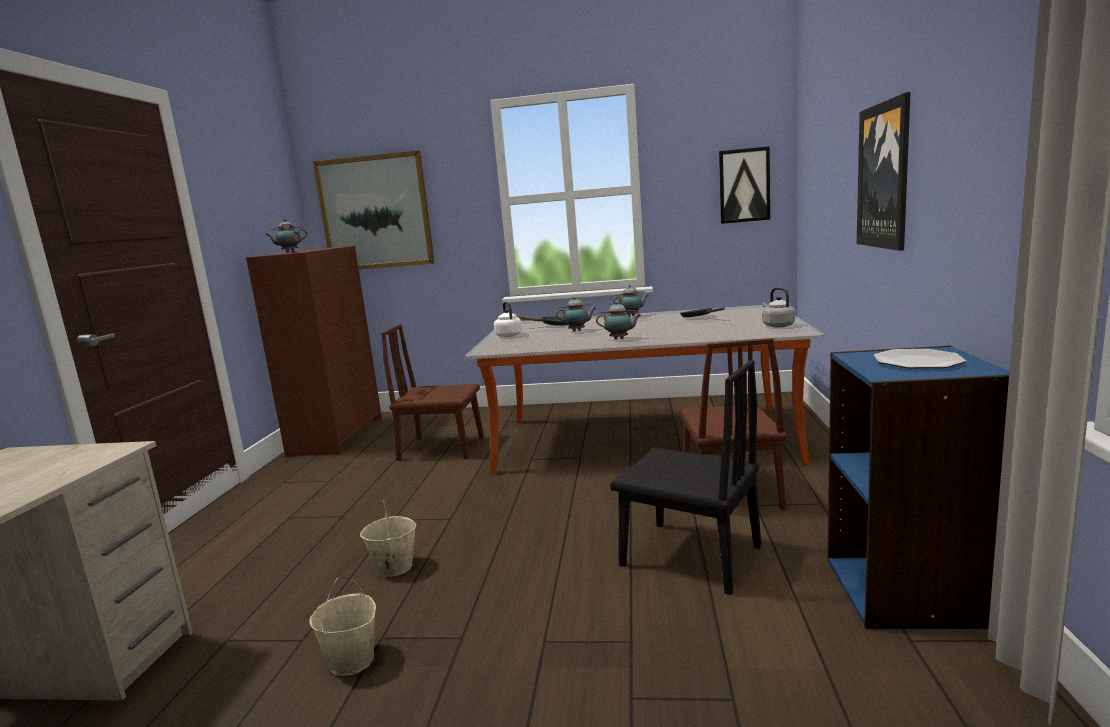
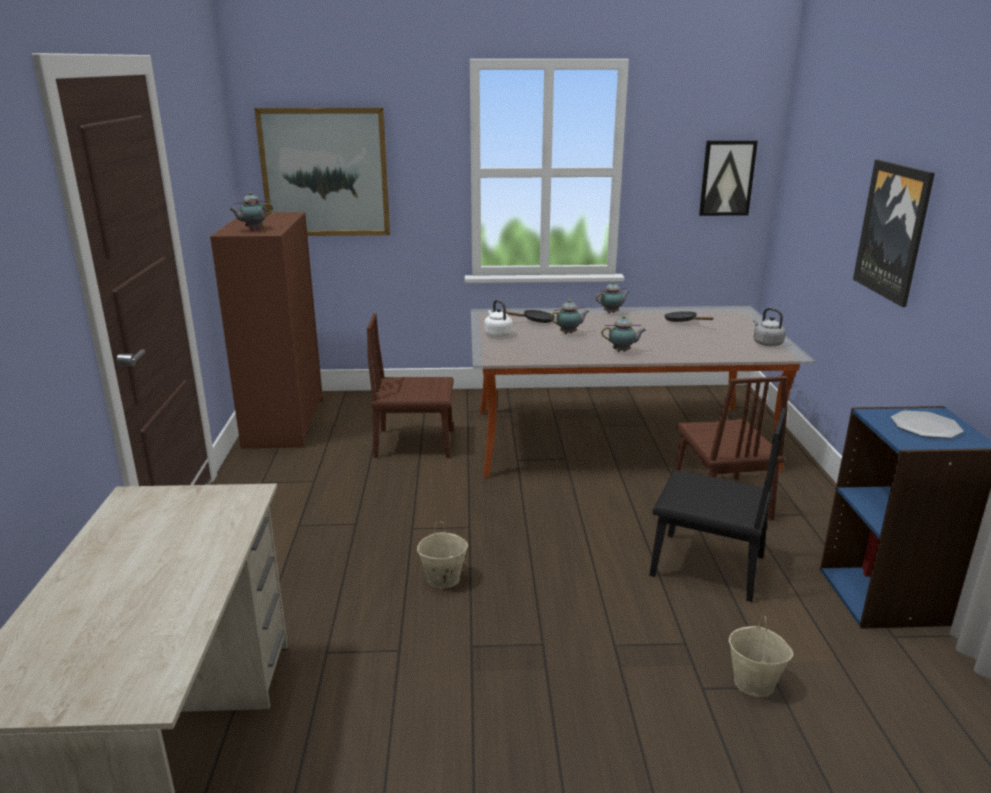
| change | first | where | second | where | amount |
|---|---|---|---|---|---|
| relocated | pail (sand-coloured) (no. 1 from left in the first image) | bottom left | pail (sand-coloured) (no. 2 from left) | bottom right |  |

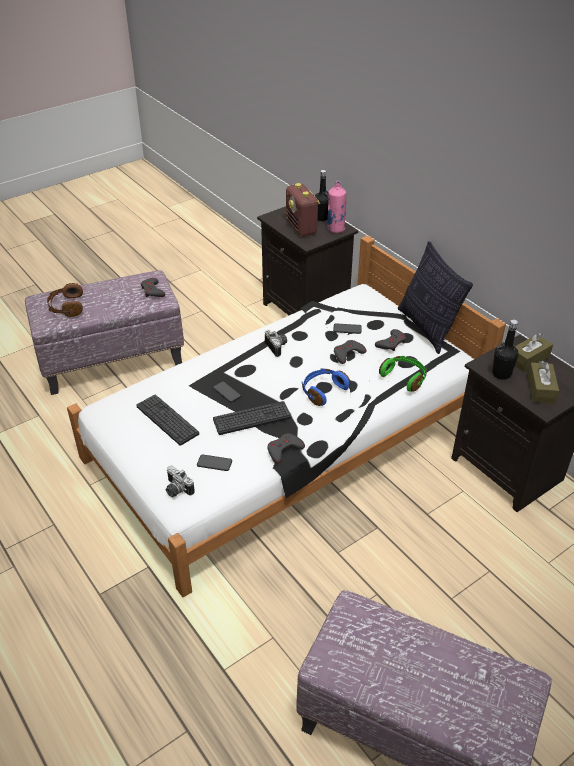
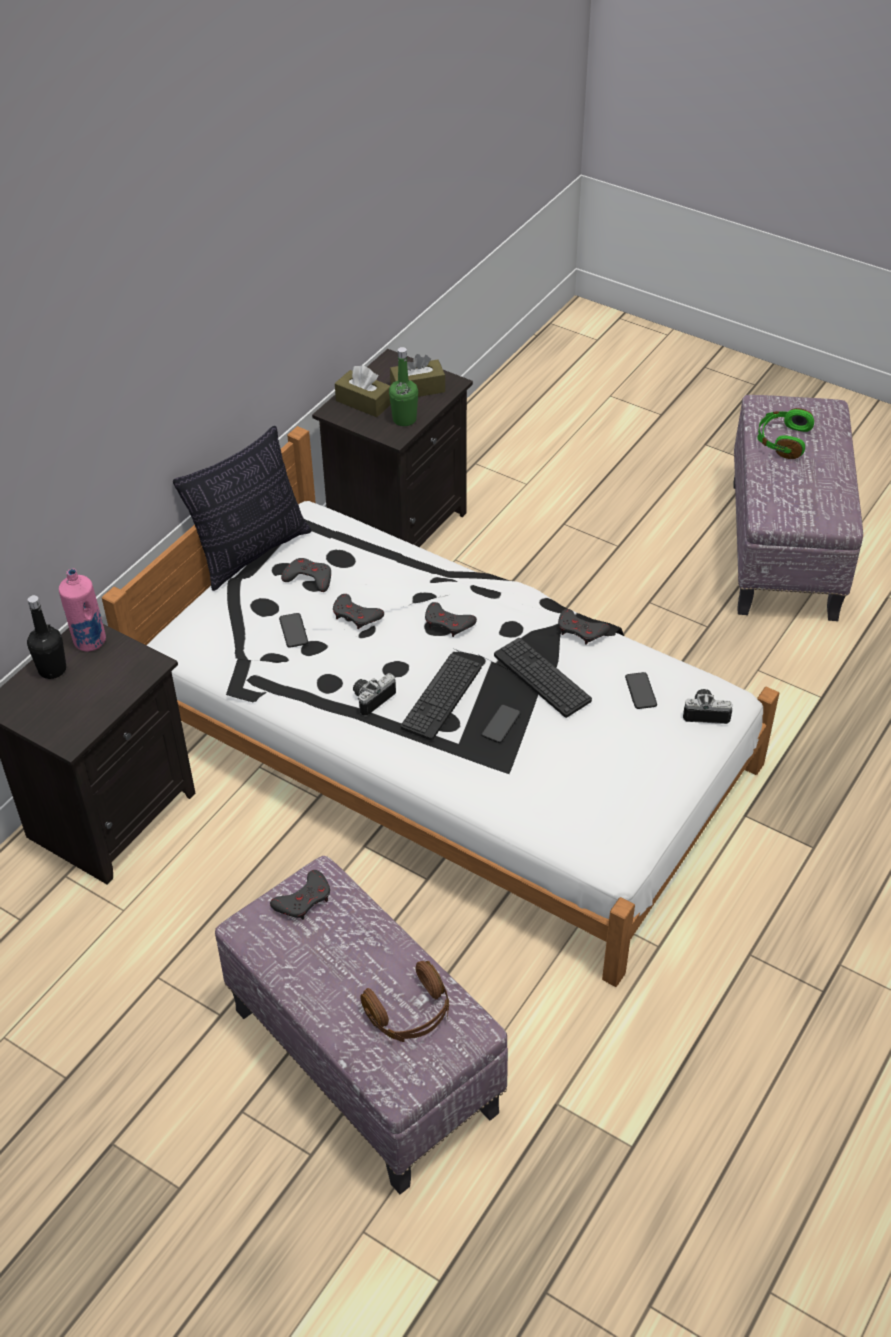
| change | first | where | second | where | amount |
|---|---|---|---|---|---|
| missing | radio | top centre |  |  |  |
| relocated | computer keyboard (no. 1 from left) | middle left |  | centre |  |
| relocated | headphones (greenish) | middle right |  | top right |  |
| exchanged | headphones (blue) | centre | game controller (greyish) (no. 4 from left) | centre |  |
| colour | bottle (black) (no. 2 from left) | middle right | bottle (greenish) | top centre |  |
| spun | photo camera (no. 1 from left in the first image) | middle left | photo camera (no. 2 from left) | middle right | 105 degrees counterclockwise |

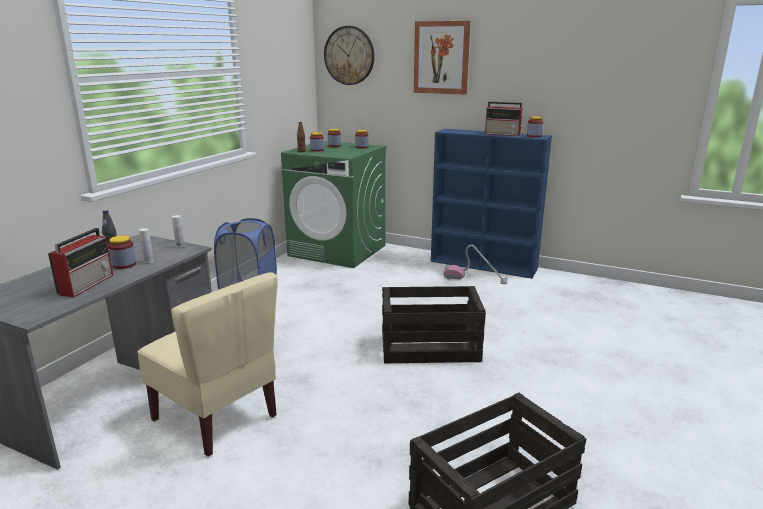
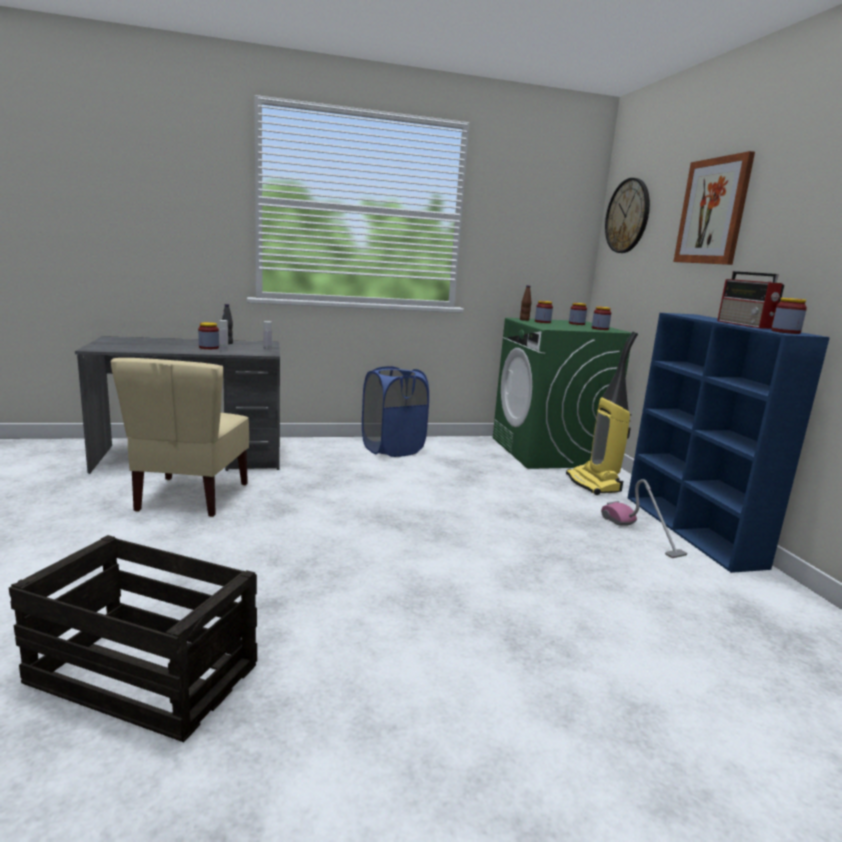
| change | first | where | second | where | amount |
|---|---|---|---|---|---|
| missing | radio (no. 1 from left) | middle left |  |  |  |
| missing | crate (no. 1 from left) | centre |  |  |  |
| appeared |  |  | vacuum cleaner (no. 1 from left) | middle right |  |

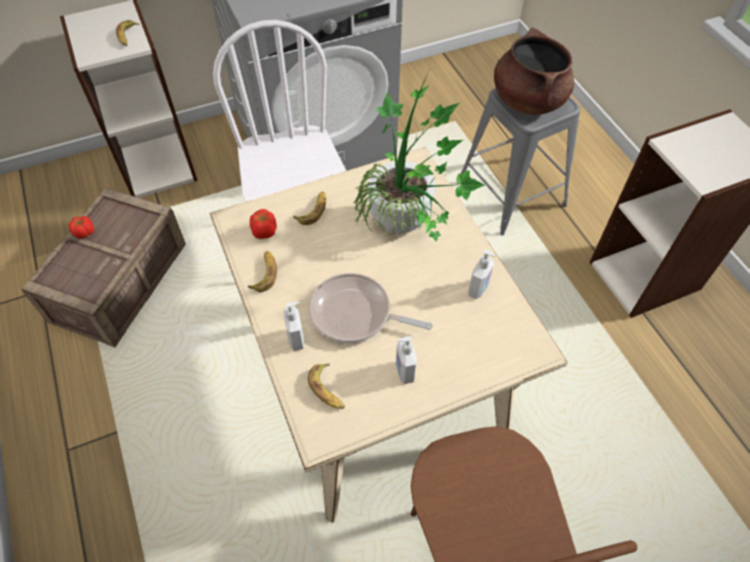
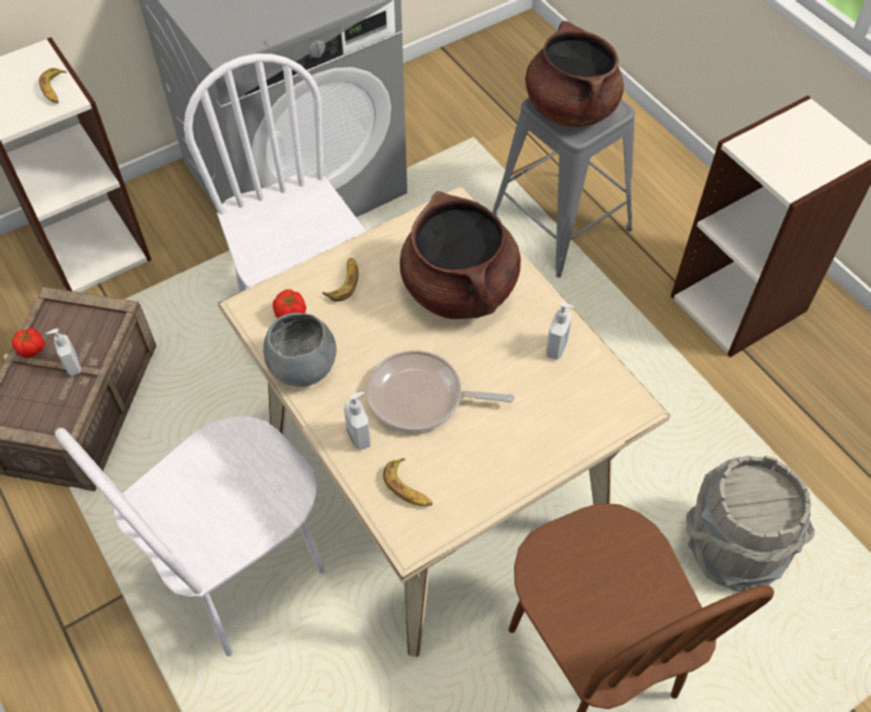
| change | first | where | second | where | amount |
|---|---|---|---|---|---|
| appeared |  |  | chair (white-coloured) (no. 1 from left) | bottom left |  |
| appeared |  |  | pail (greyish) | bottom right |  |
| relocated | soap bottle (no. 2 from left in the first image) | centre | soap bottle (no. 1 from left) | middle left |  |
| exchanged | banana (no. 2 from left) | centre | deep dish (greyish) | centre |  |
| exchanged | potted plant | top centre | stockpot (brownish) (no. 1 from left) | centre |  |

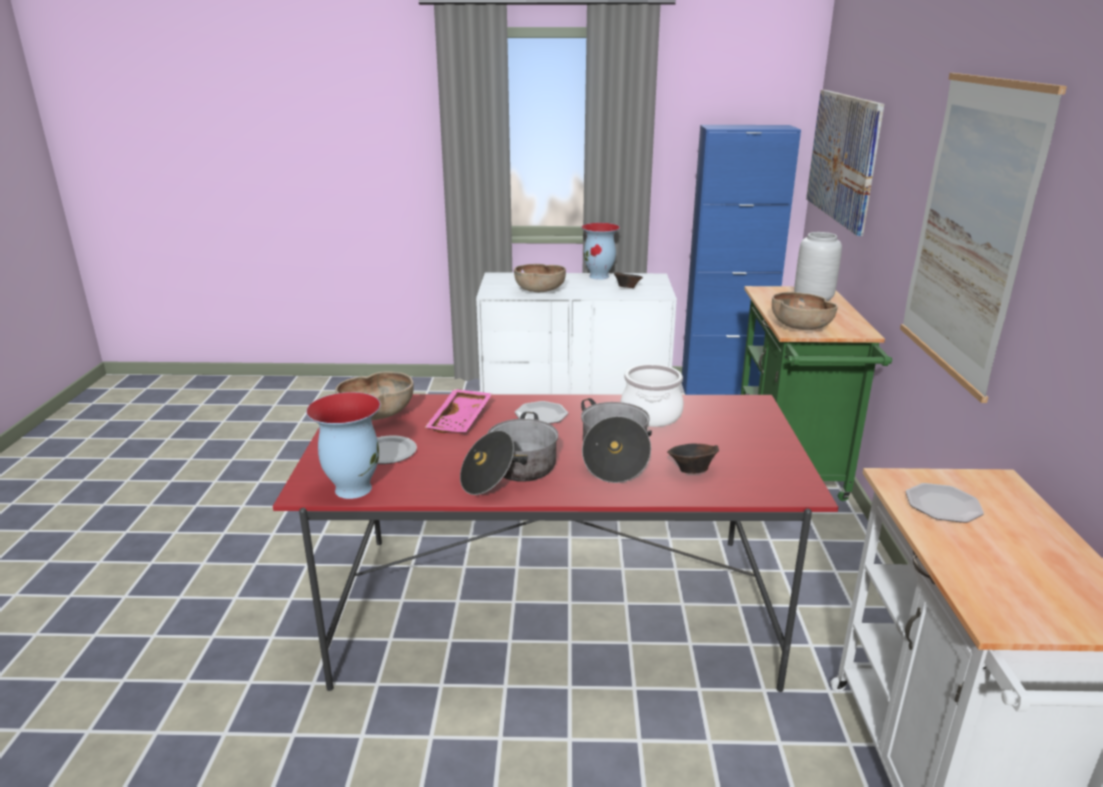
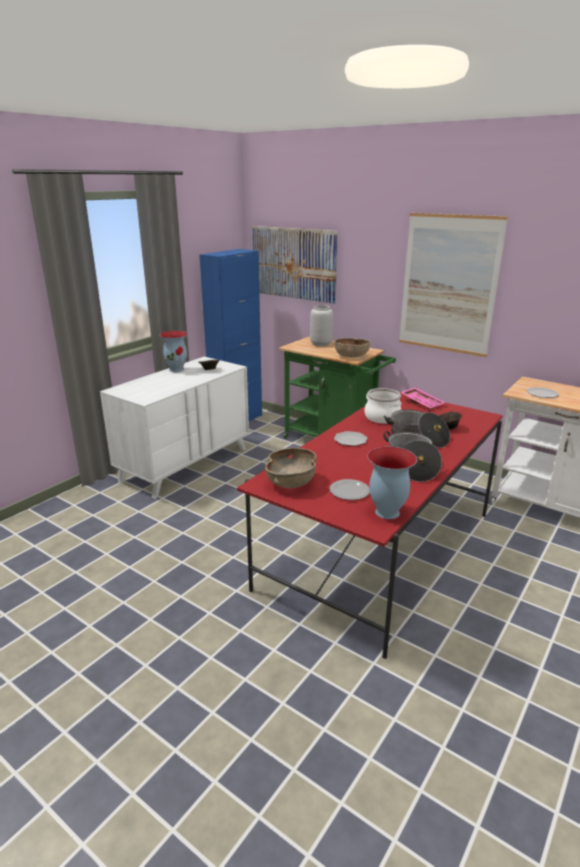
| change | first | where | second | where | amount |
|---|---|---|---|---|---|
| missing | deep dish (brownish) (no. 2 from left) | centre |  |  |  |
| relocated | serving tray (pink) | centre |  | middle right |  |

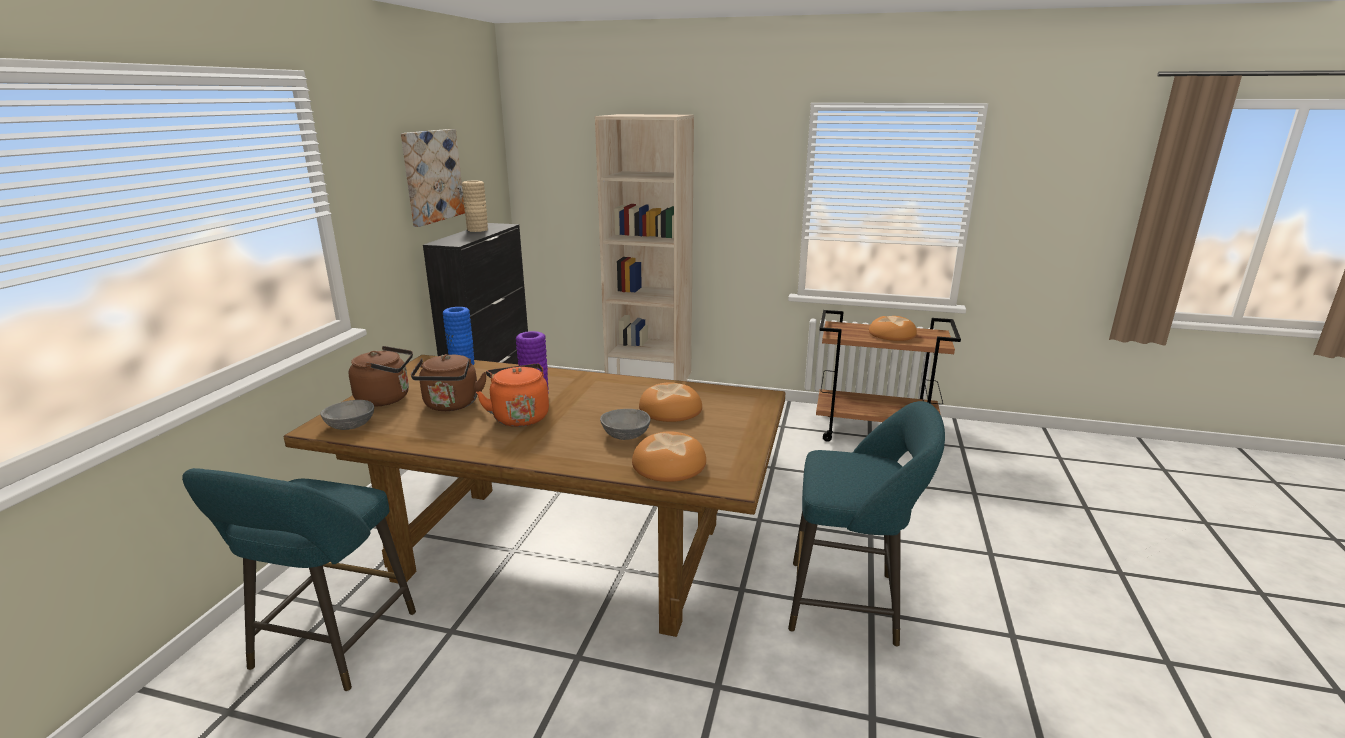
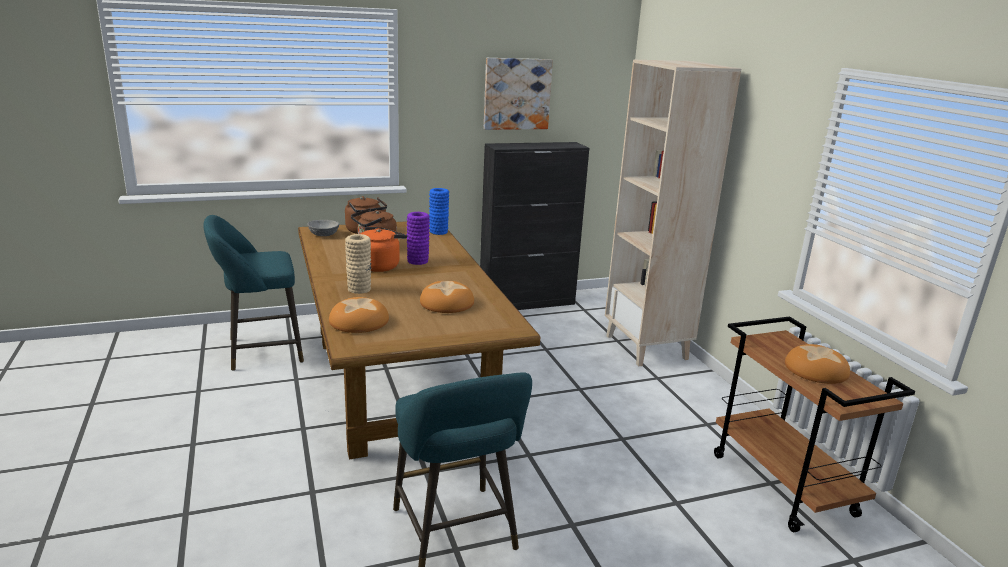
| change | first | where | second | where | amount |
|---|---|---|---|---|---|
| missing | deep dish (greyish) (no. 2 from left) | centre |  |  |  |
| relocated | decorative vase (sand-coloured) | top centre |  | centre |  |

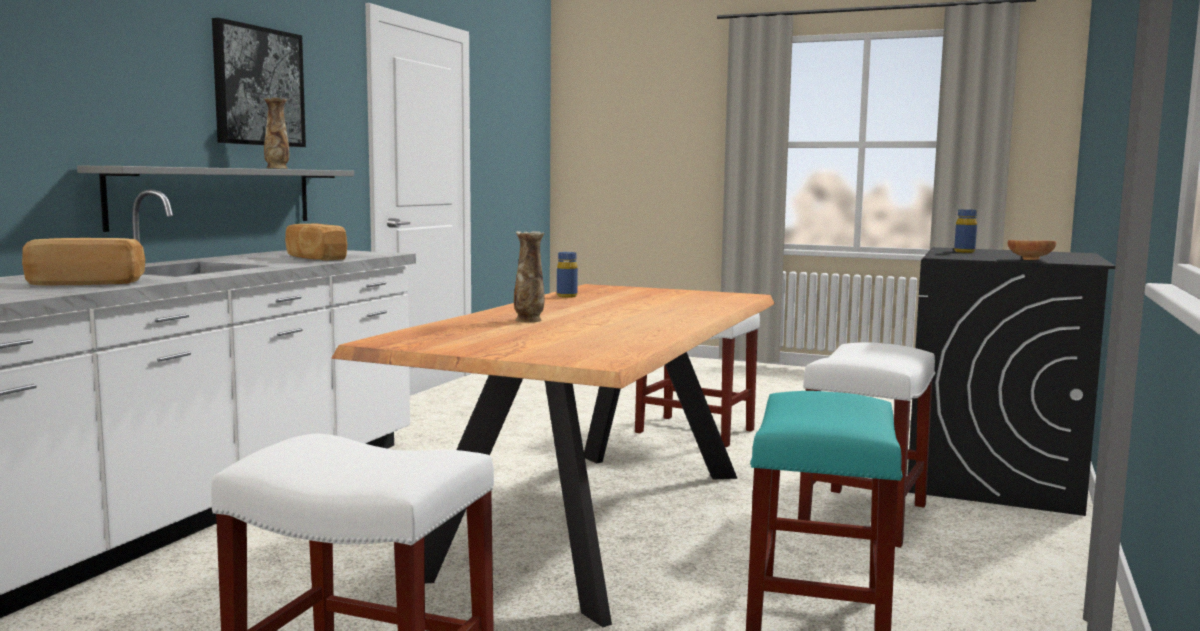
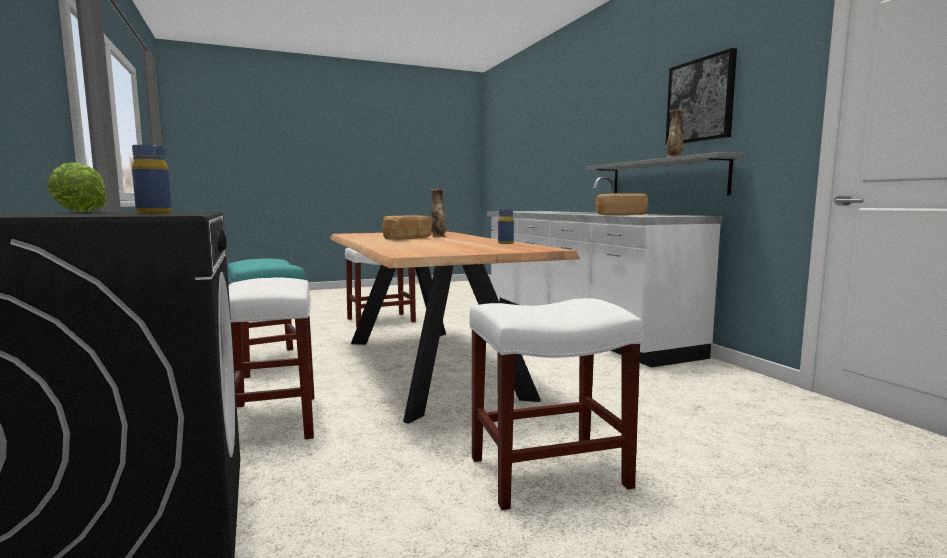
| change | first | where | second | where | amount |
|---|---|---|---|---|---|
| relocated | baked bread (no. 1 from left) | middle left |  | centre |  |
| exchanged | deep dish (brownish) | middle right | lettuce head | middle left |  |

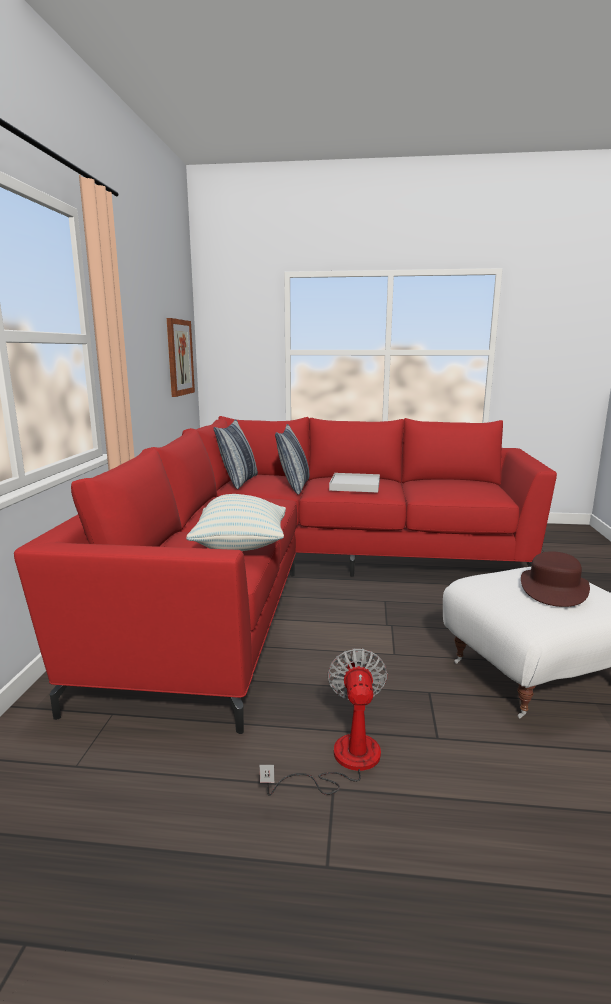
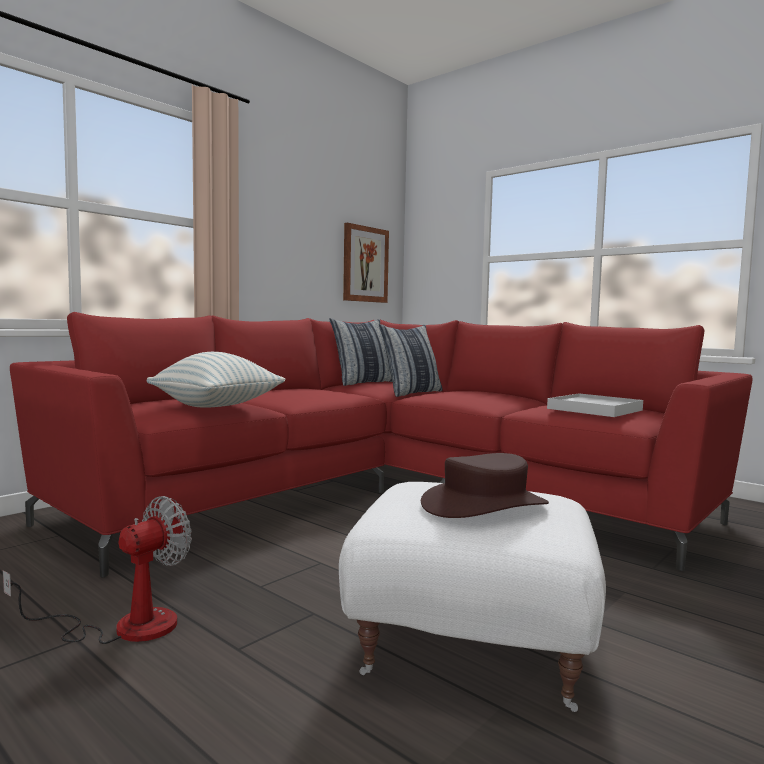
| change | first | where | second | where | amount |
|---|---|---|---|---|---|
| relocated | serving tray (white-coloured) | centre |  | middle right |  |

